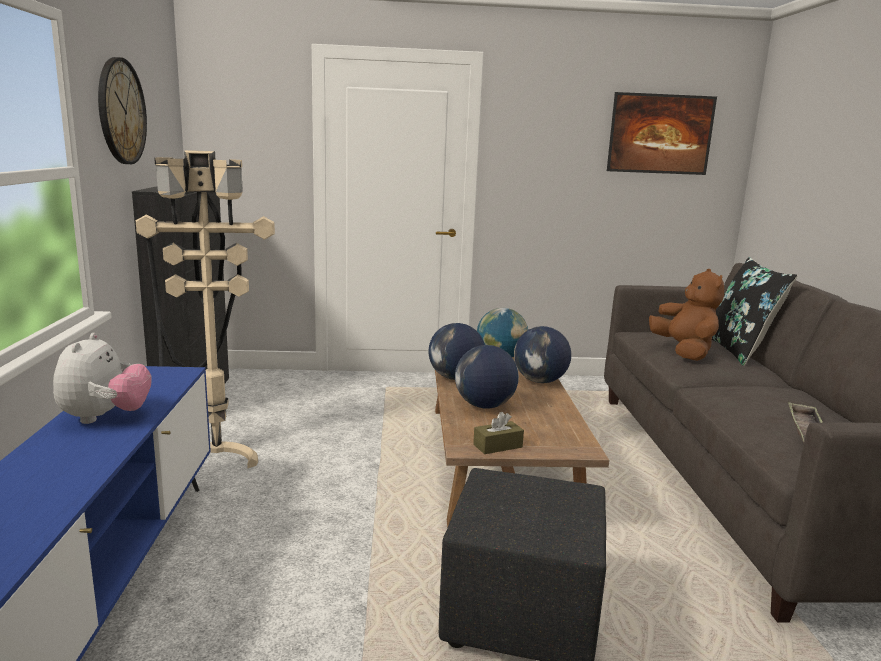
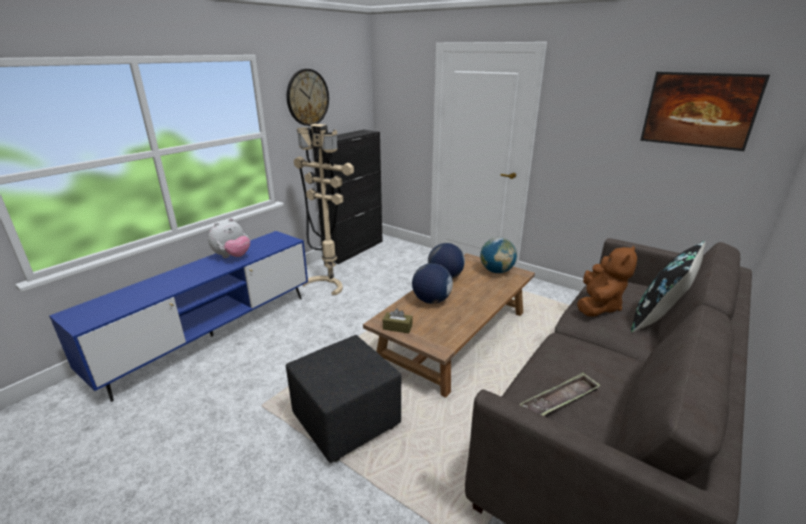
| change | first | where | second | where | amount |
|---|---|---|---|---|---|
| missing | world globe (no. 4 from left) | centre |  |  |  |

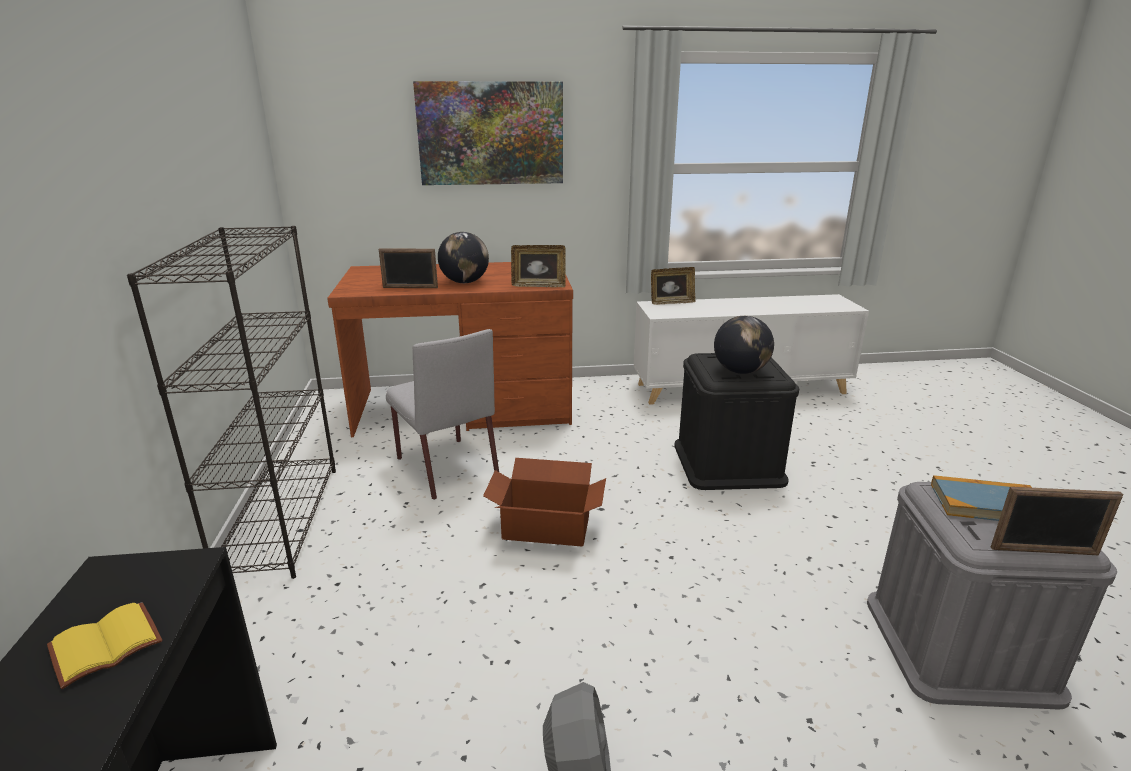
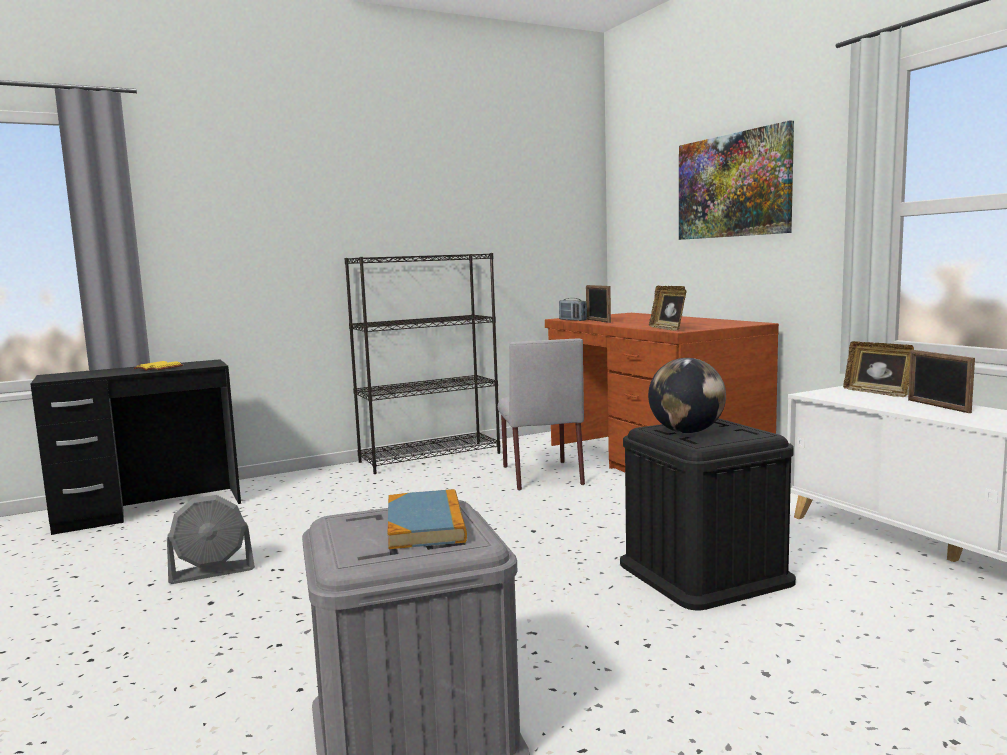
| change | first | where | second | where | amount |
|---|---|---|---|---|---|
| missing | world globe (no. 1 from left) | centre |  |  |  |
| missing | packing box | centre |  |  |  |
| appeared |  |  | radio | centre |  |
| relocated | picture frame (no. 4 from left) | bottom right |  | middle right |  |
| spun | chair (greyish) | centre |  | centre | 45 degrees counterclockwise |

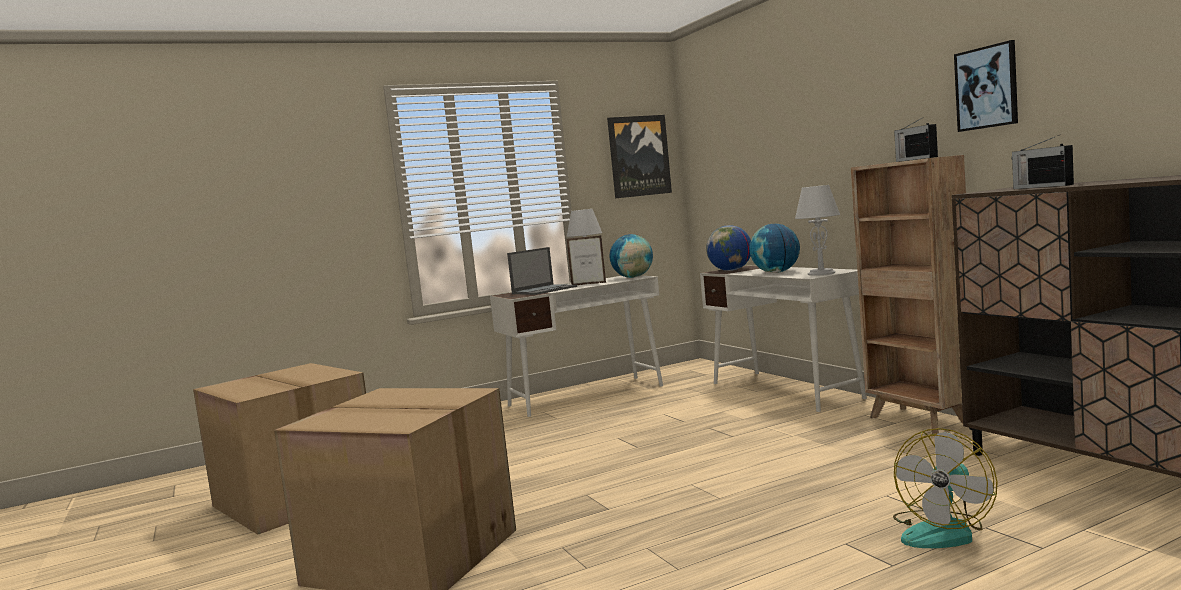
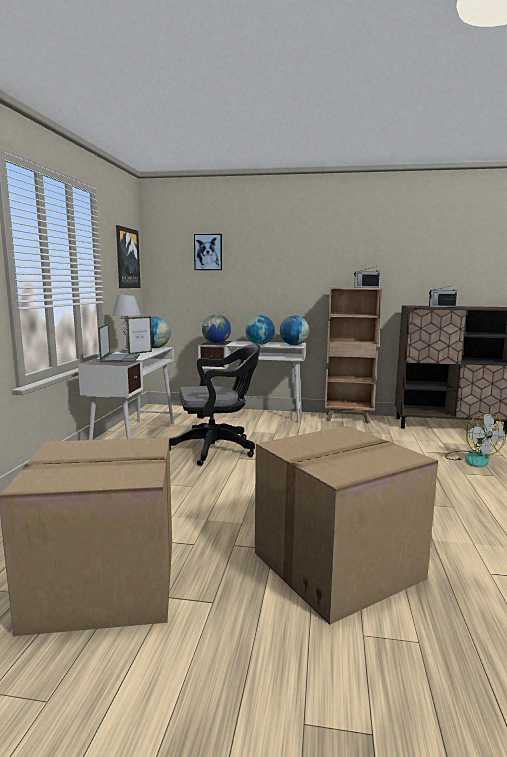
| change | first | where | second | where | amount |
|---|---|---|---|---|---|
| appeared |  |  | office chair (black) | centre |  |
| relocated | wall picture (no. 2 from left) | top right |  | top centre |  |
| exchanged | table lamp (greyish) (no. 2 from left) | middle right | world globe (no. 4 from left) | centre |  |

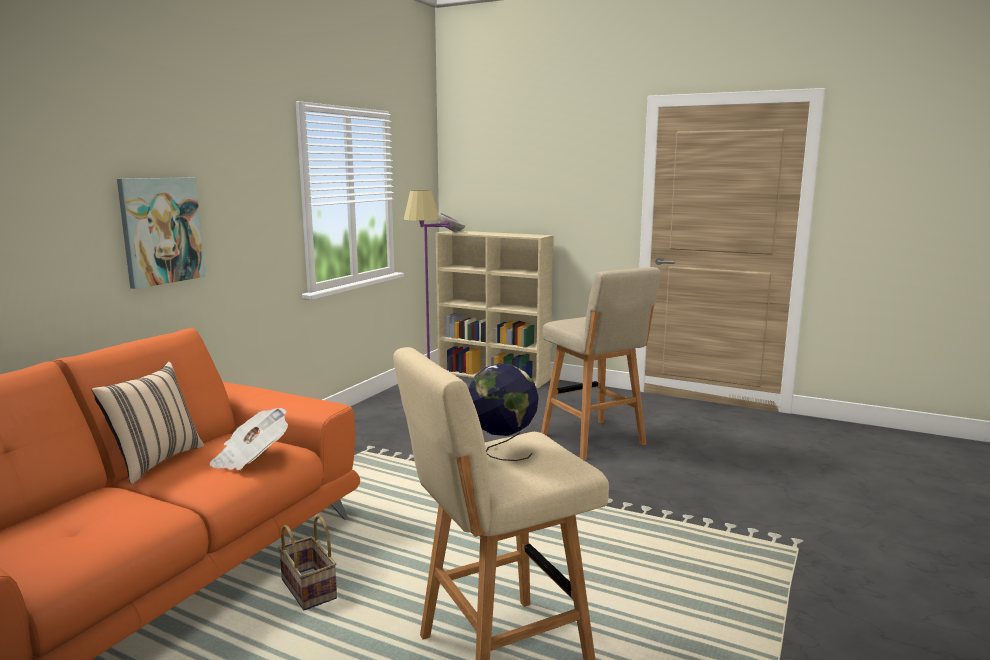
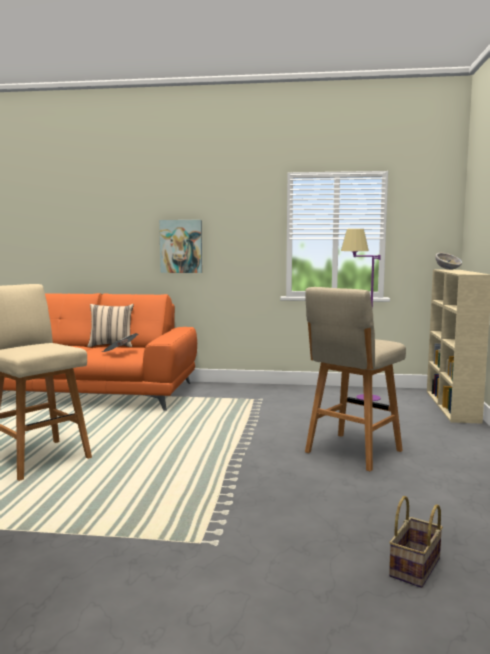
| change | first | where | second | where | amount |
|---|---|---|---|---|---|
| missing | world globe | centre |  |  |  |
| relocated | household basket | bottom left |  | bottom right |  |

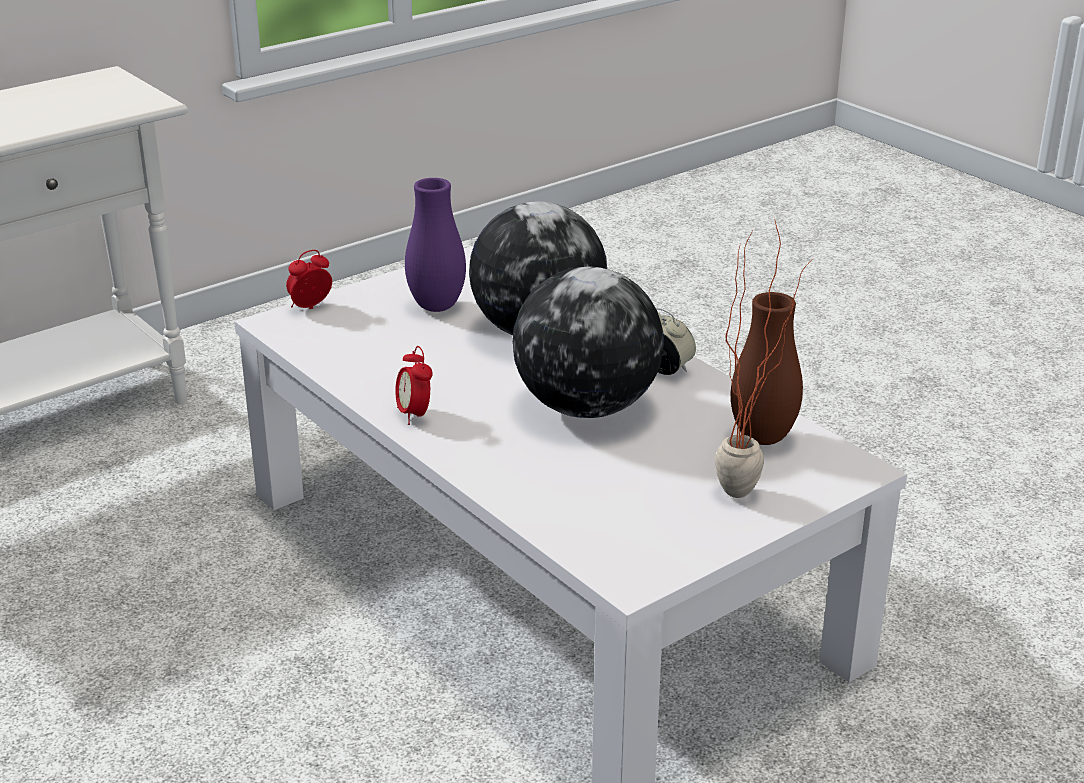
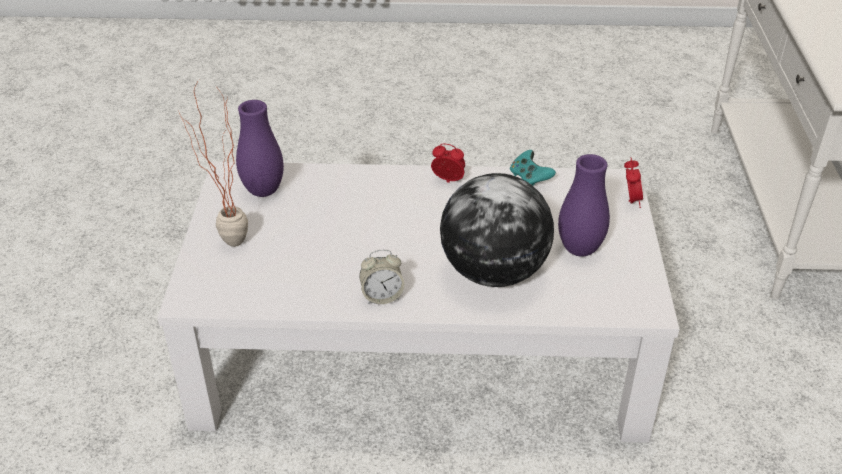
| change | first | where | second | where | amount |
|---|---|---|---|---|---|
| missing | world globe (no. 2 from left) | centre |  |  |  |
| missing | decorative vase (brownish) | middle right |  |  |  |
| appeared |  |  | decorative vase (purplish) (no. 1 from left) | top left |  |
| appeared |  |  | game controller (blue-green) | centre |  |

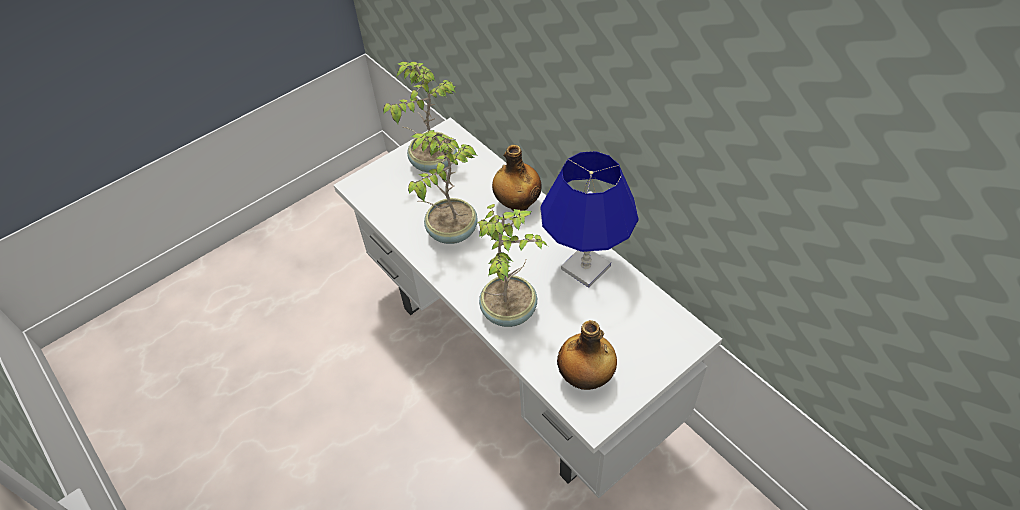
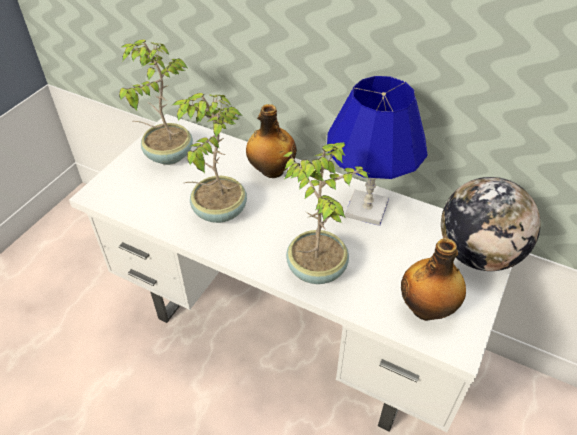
| change | first | where | second | where | amount |
|---|---|---|---|---|---|
| appeared |  |  | world globe | middle right |  |

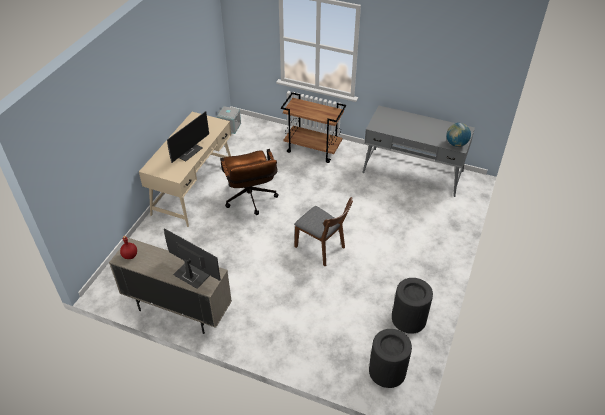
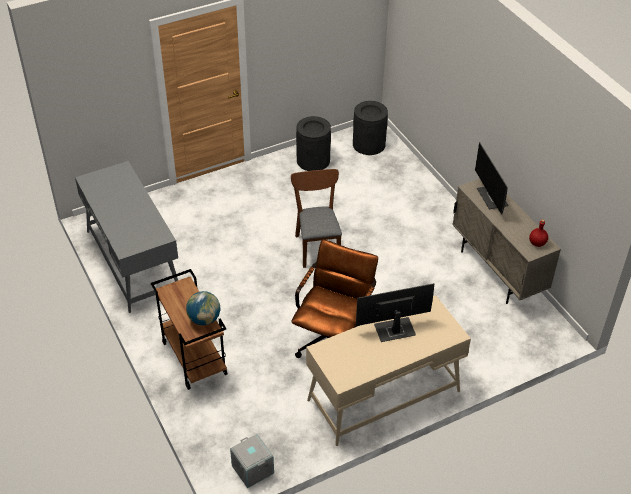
| change | first | where | second | where | amount |
|---|---|---|---|---|---|
| relocated | world globe | top right |  | middle left |  |

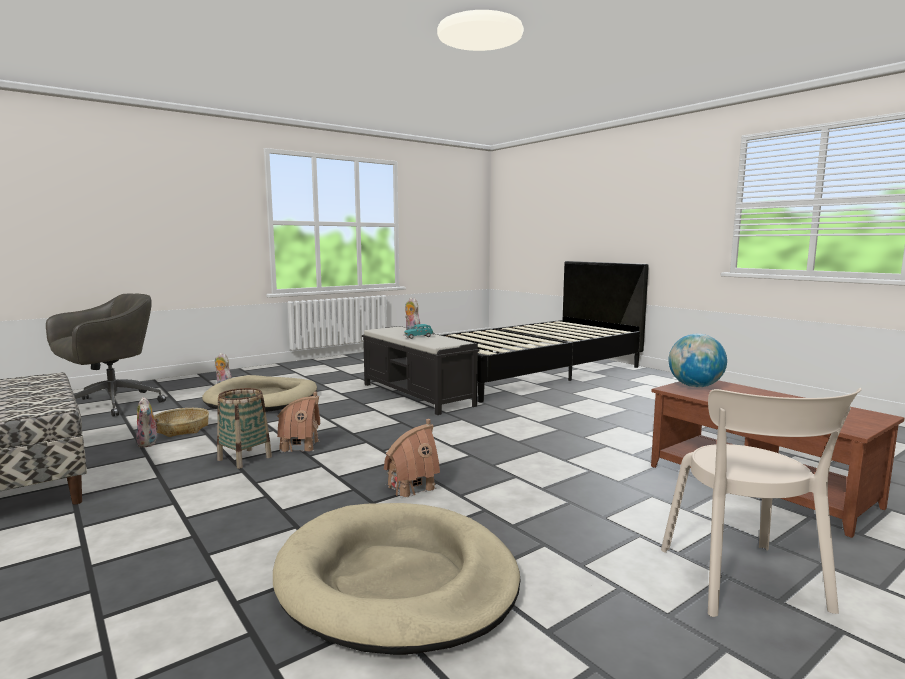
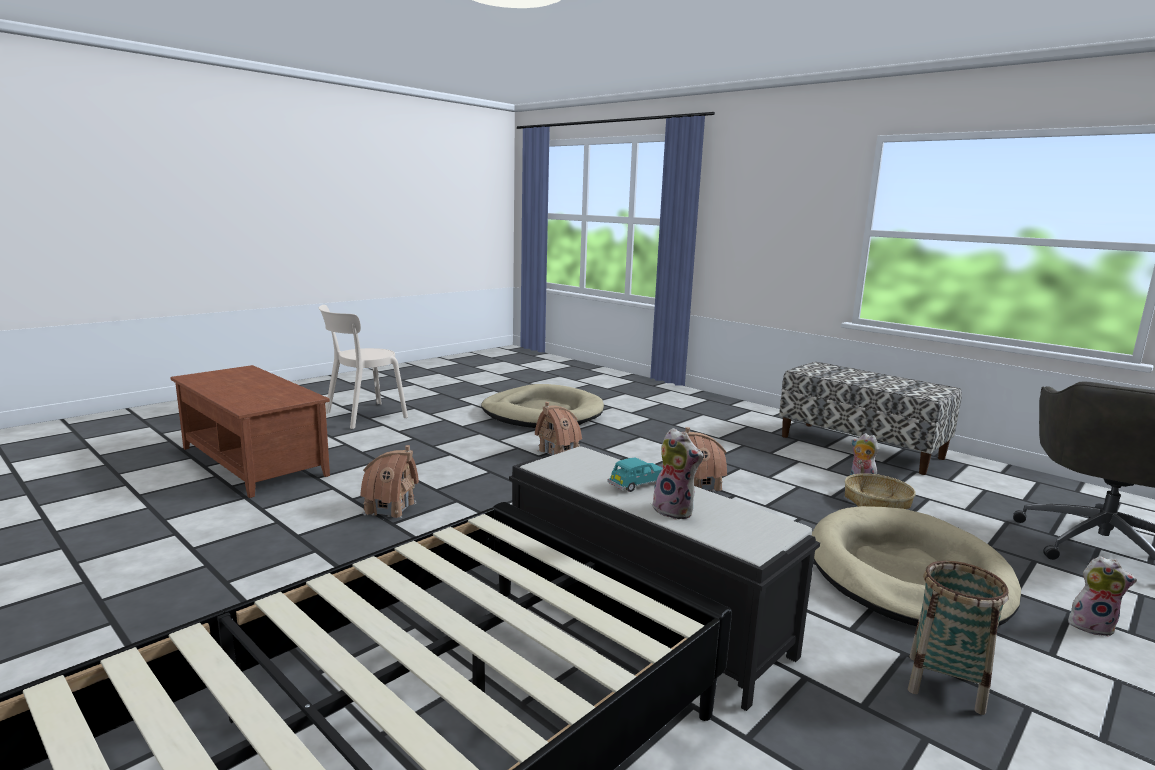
| change | first | where | second | where | amount |
|---|---|---|---|---|---|
| missing | world globe | middle right |  |  |  |
| appeared |  |  | model house (no. 1 from left) | centre |  |
| relocated | household basket (no. 2 from left) | middle left |  | bottom right |  |
| spun | chair (sand-coloured) | bottom right |  | middle left | 120 degrees counterclockwise |

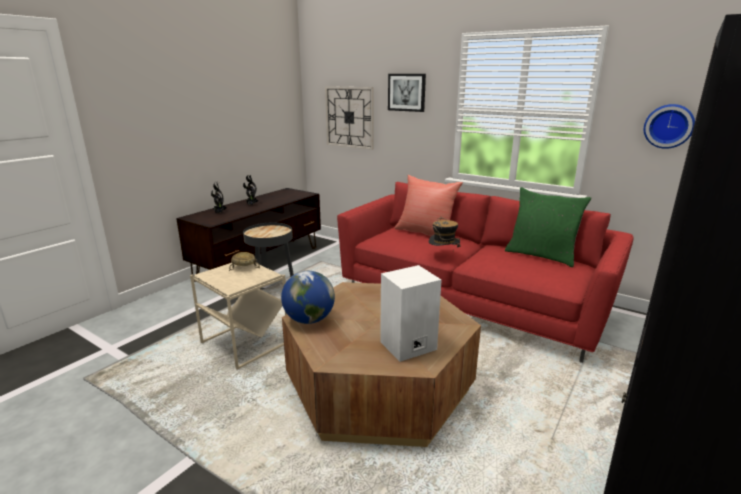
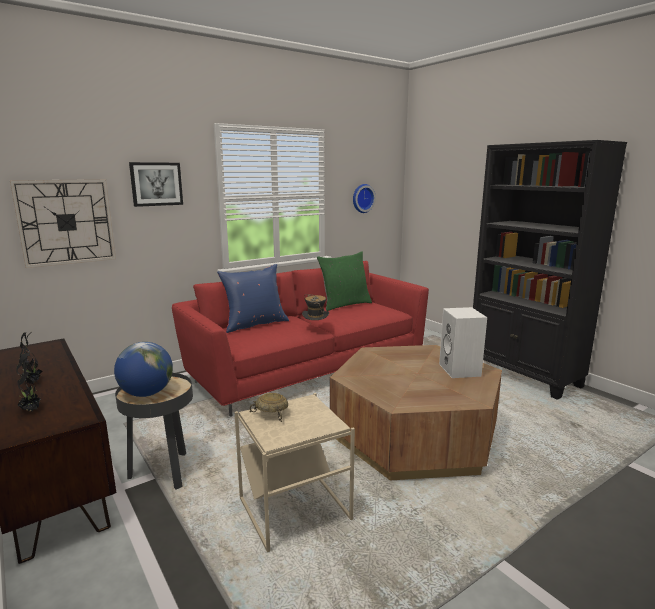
| change | first | where | second | where | amount |
|---|---|---|---|---|---|
| relocated | world globe | centre |  | middle left |  |
| colour | throw pillow (red) | centre | throw pillow (blue) | centre |  |

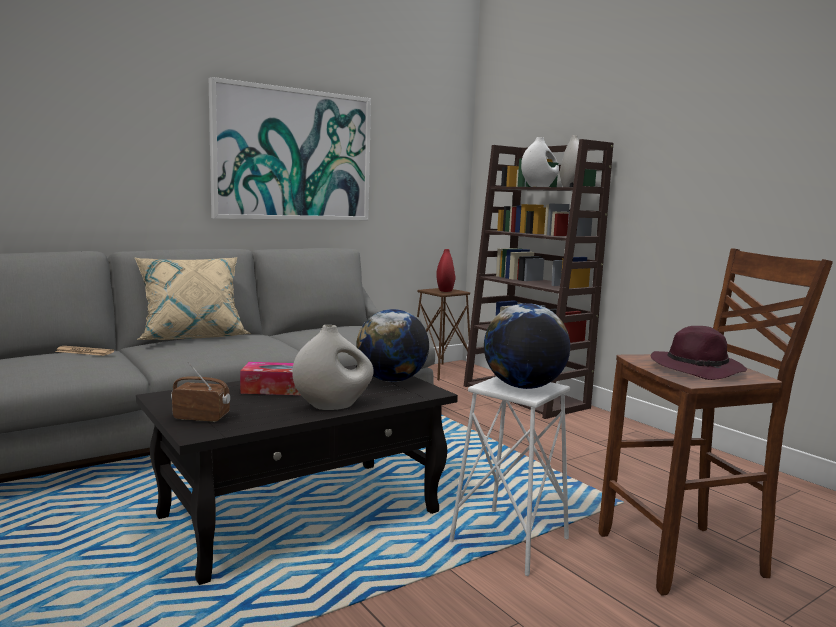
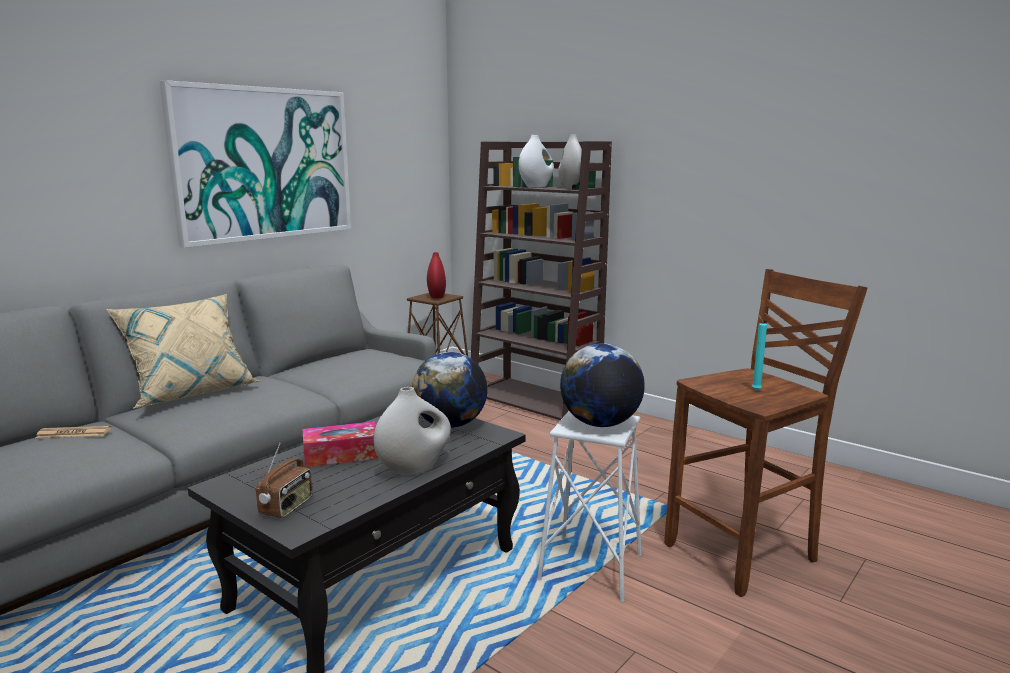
| change | first | where | second | where | amount |
|---|---|---|---|---|---|
| exchanged | clothing hat (purplish) | middle right | wax light (blue-green) | middle right |  |
| spun | radio | middle left |  | bottom left | 120 degrees clockwise |

